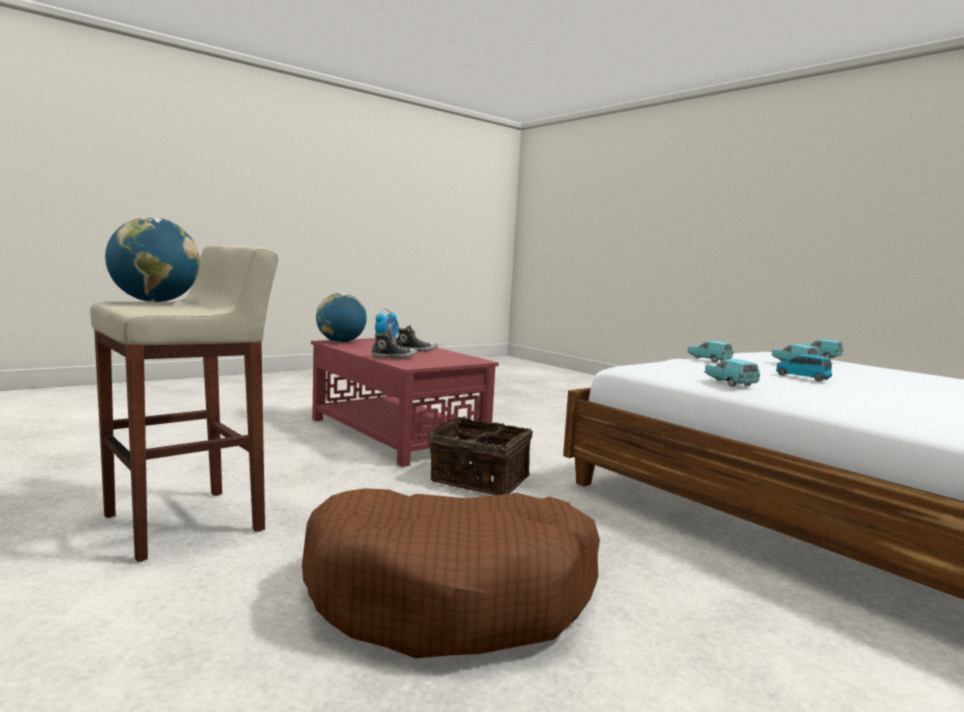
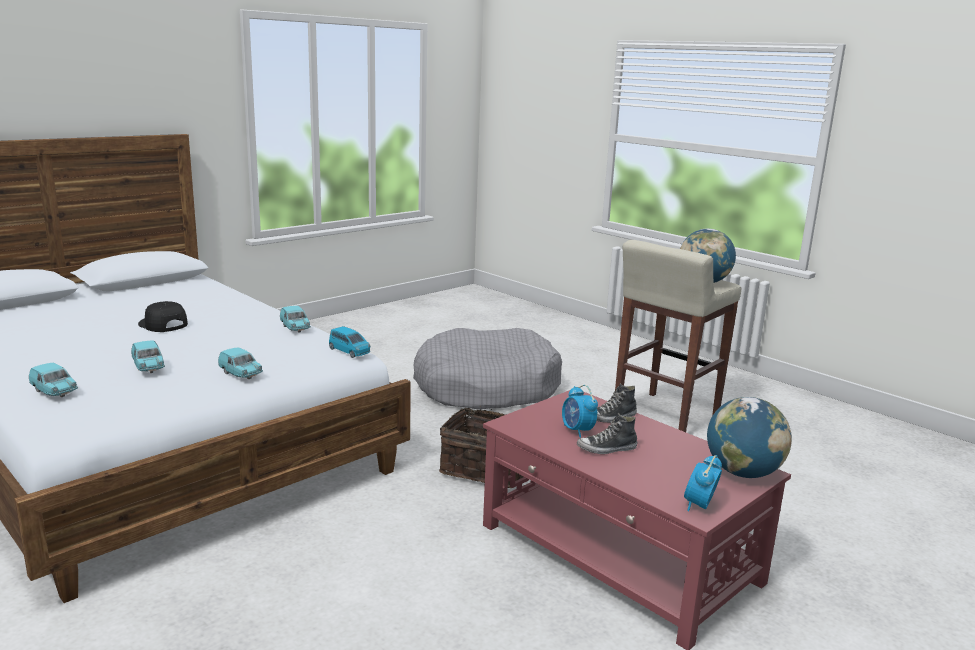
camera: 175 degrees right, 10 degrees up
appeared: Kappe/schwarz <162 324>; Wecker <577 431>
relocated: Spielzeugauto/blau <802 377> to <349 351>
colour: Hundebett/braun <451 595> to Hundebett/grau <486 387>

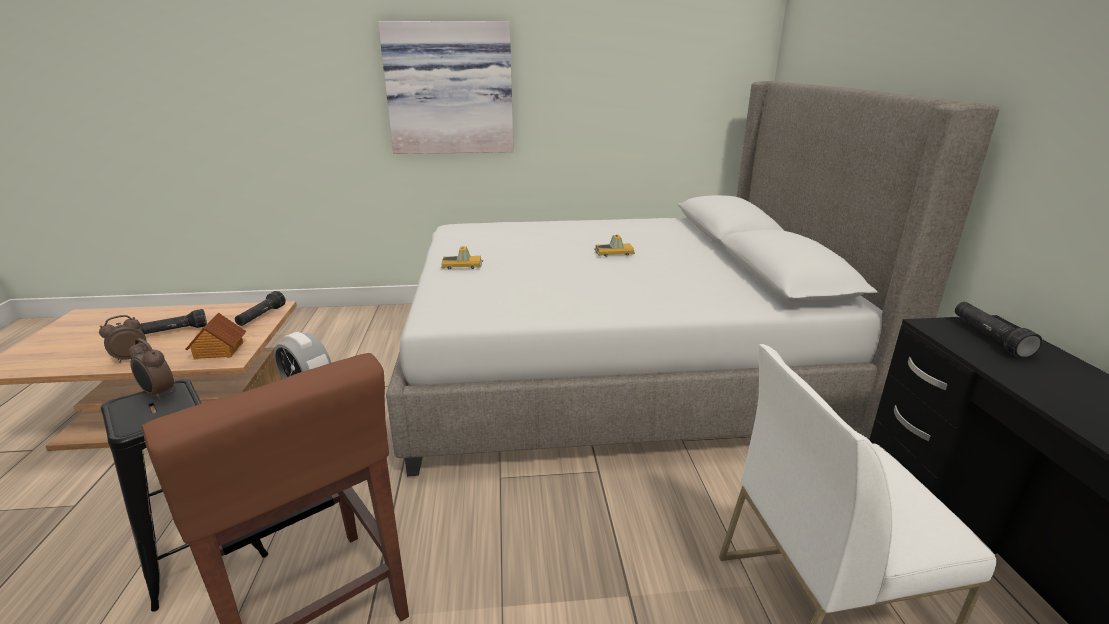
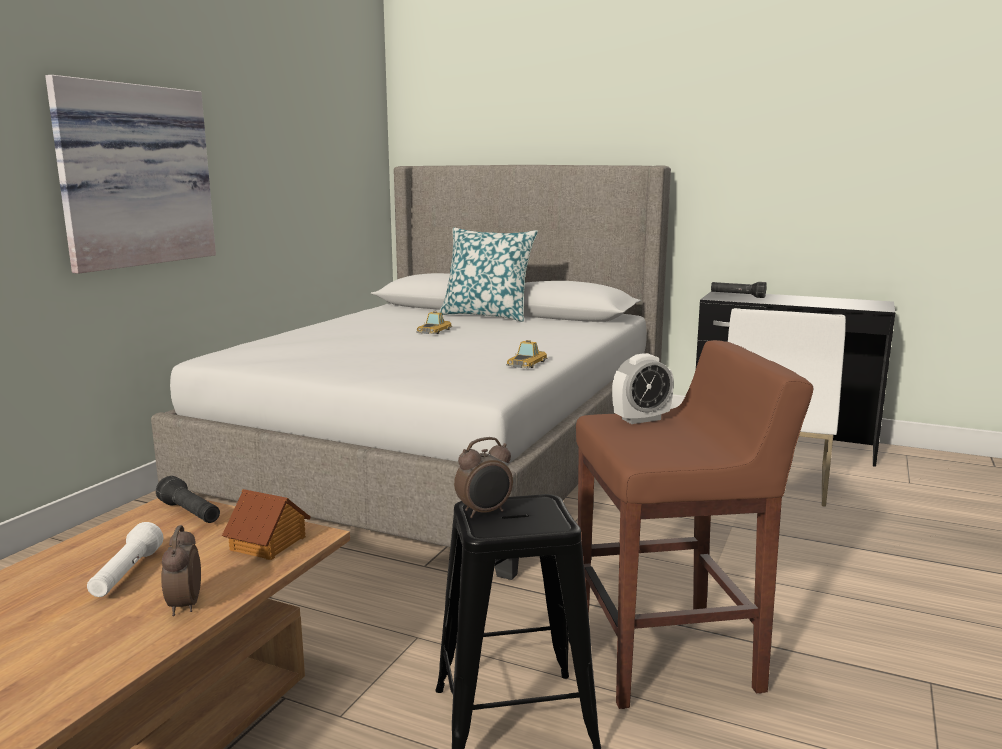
camera: 60 degrees left, 10 degrees down
appeared: Kissen <487 315>
relocated: Spielzeugauto <462 265> to <527 363>
colour: Taschenlampe/schwarz <173 331> to Taschenlampe/weiß <126 575>

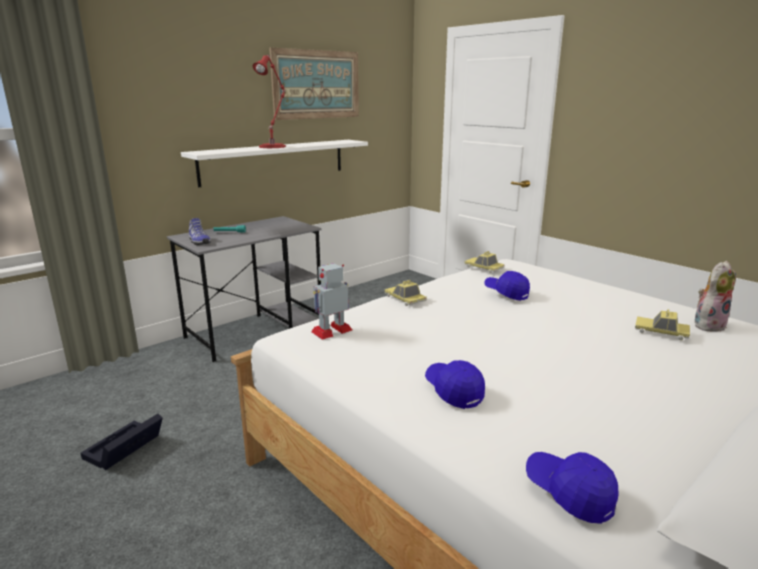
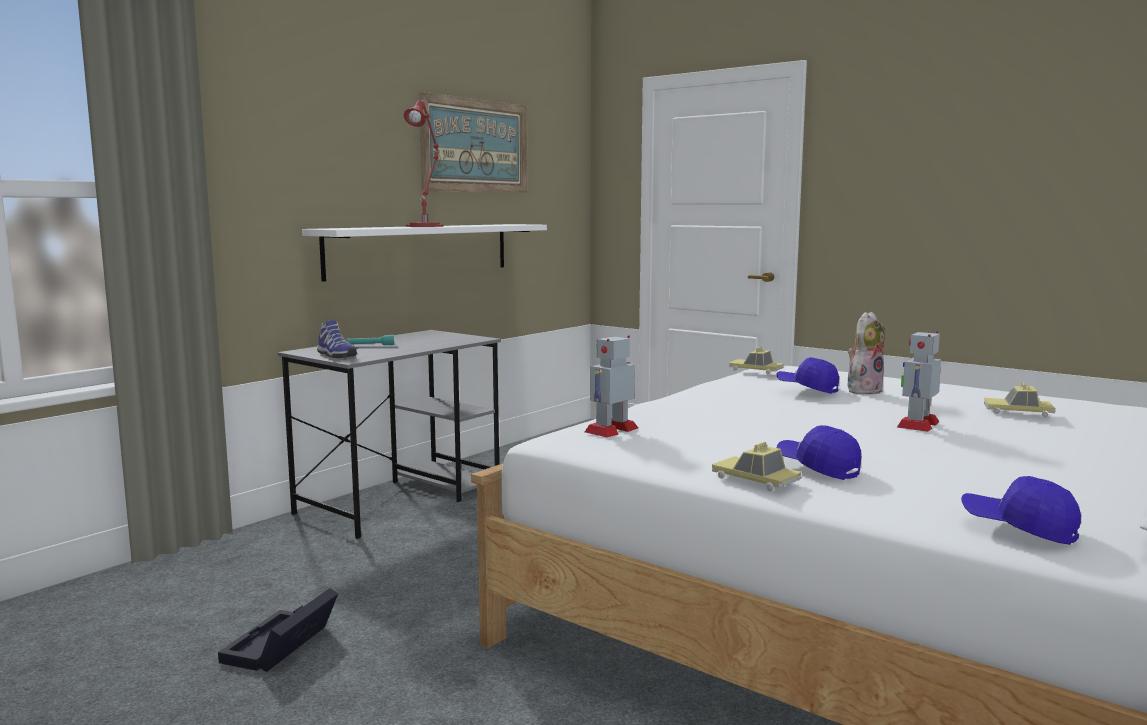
camera: 10 degrees left, 10 degrees down
appeared: Spielzeugroboter <918 424>
relocated: Spielzeugauto <405 299> to <755 480>; Plüschtier <708 325> to <863 390>

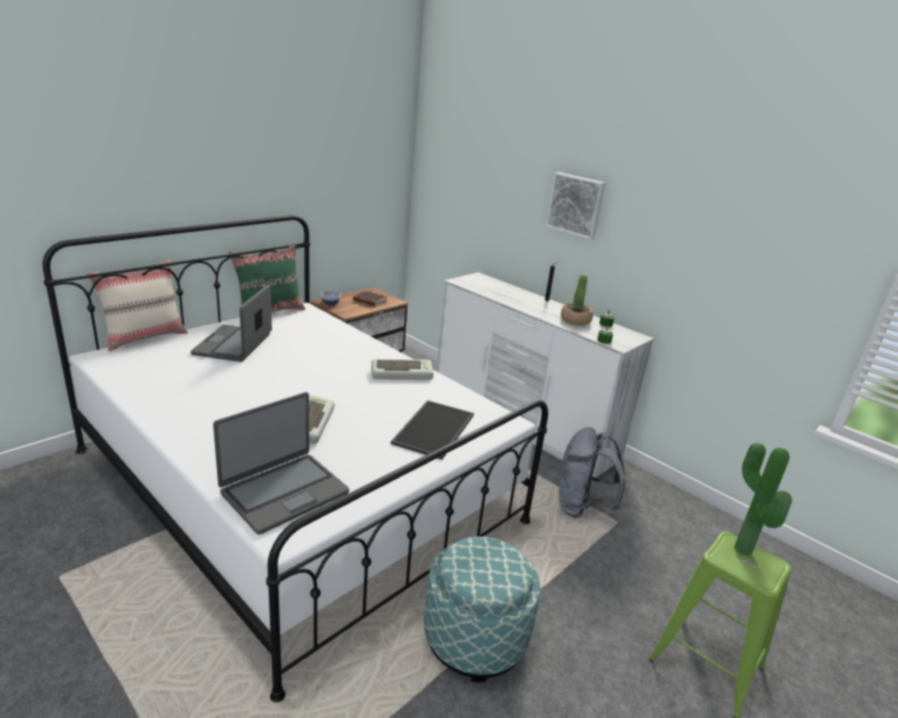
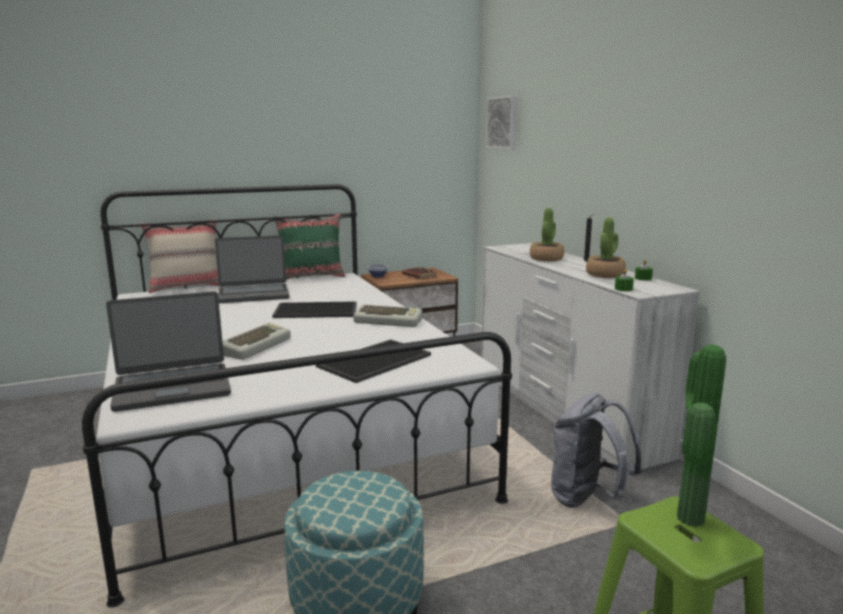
camera: 25 degrees right, 10 degrees down
appeared: Tablett <315 311>; Topfpflanze <546 258>
relocated: Bild <576 205> to <503 123>
spun: Laptop <234 344> = <253 294> 135 degrees counterclockwise

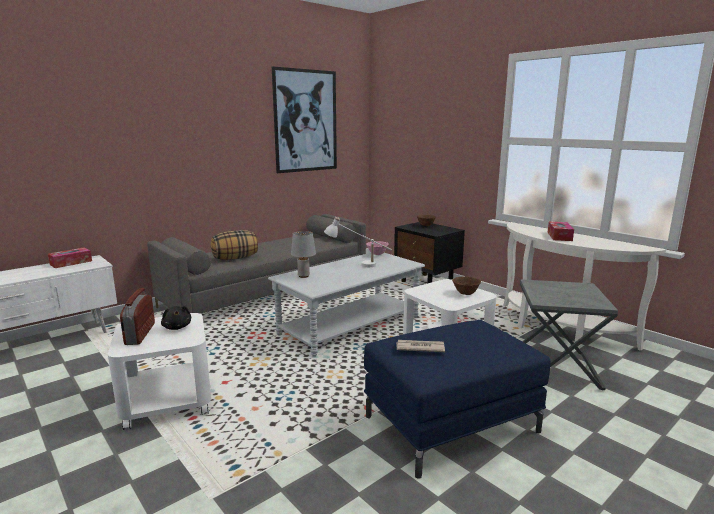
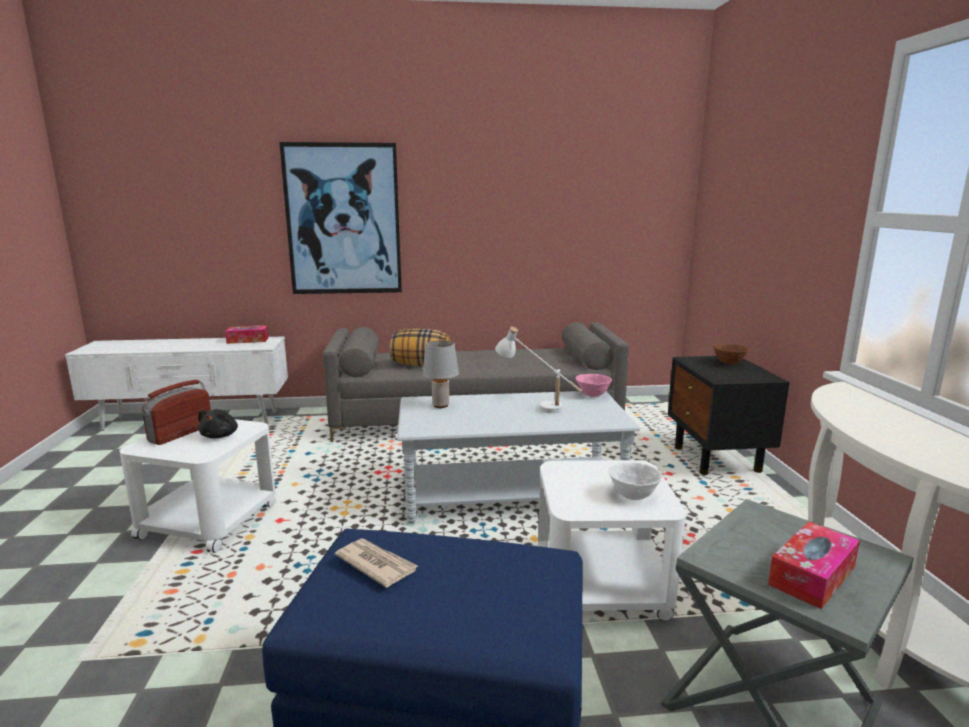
camera: 35 degrees right, 0 degrees up
relocated: Bild <305 121> to <343 220>; Taschentuchbox <559 236> to <812 576>
colour: Schüssel/braun <465 293> to Schüssel/weiß <633 496>

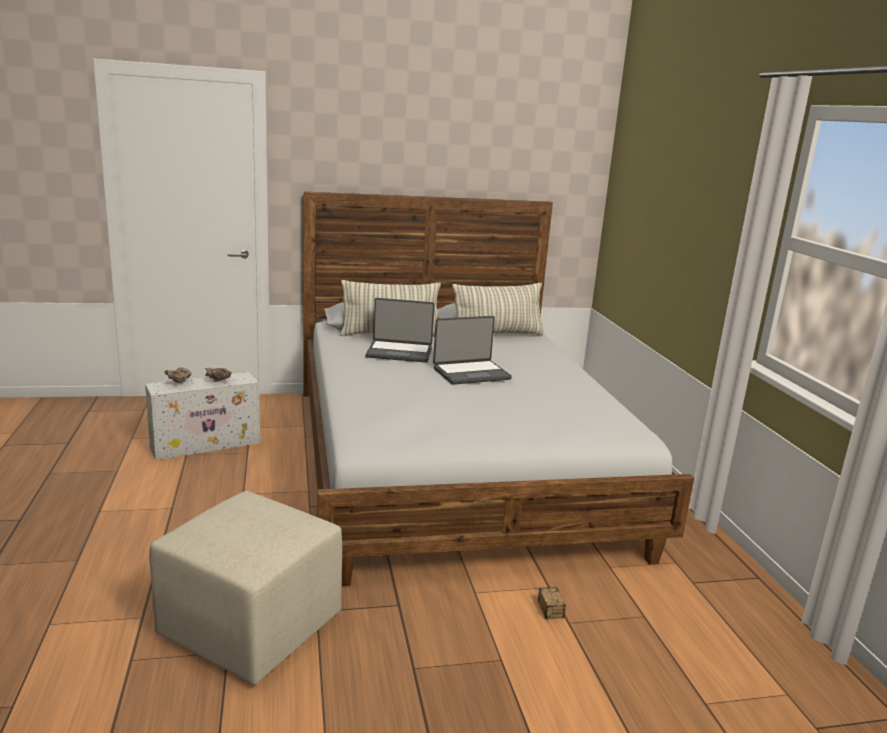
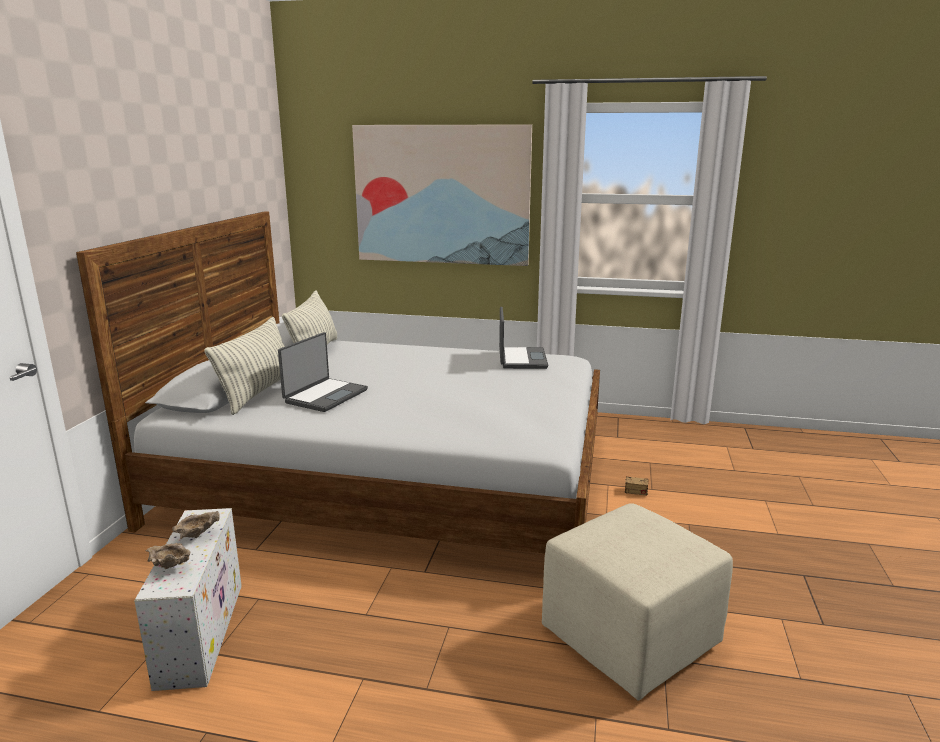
camera: 65 degrees left, 0 degrees up
appeared: Bild <442 195>
relocated: Laptop <471 373> to <521 359>

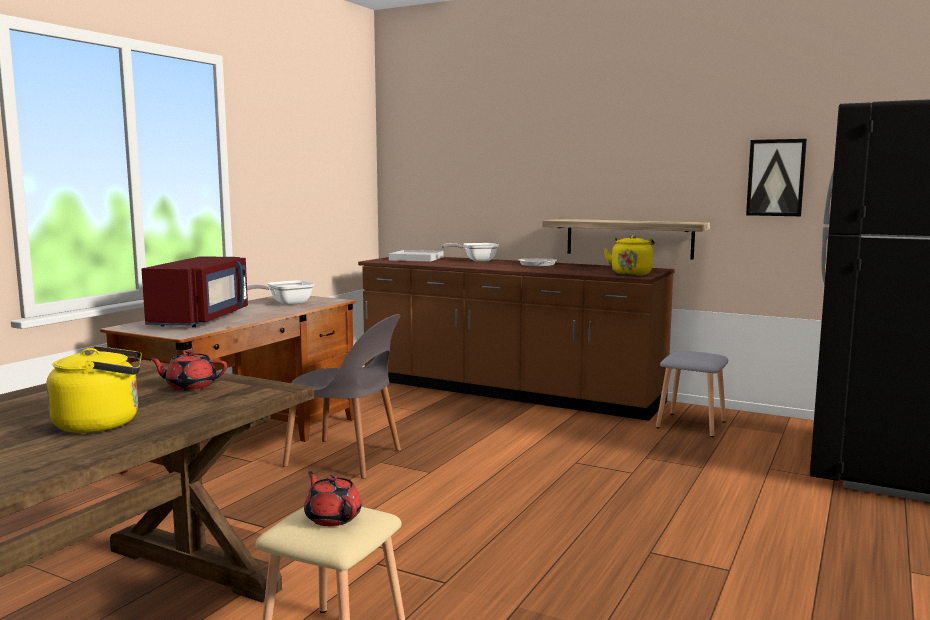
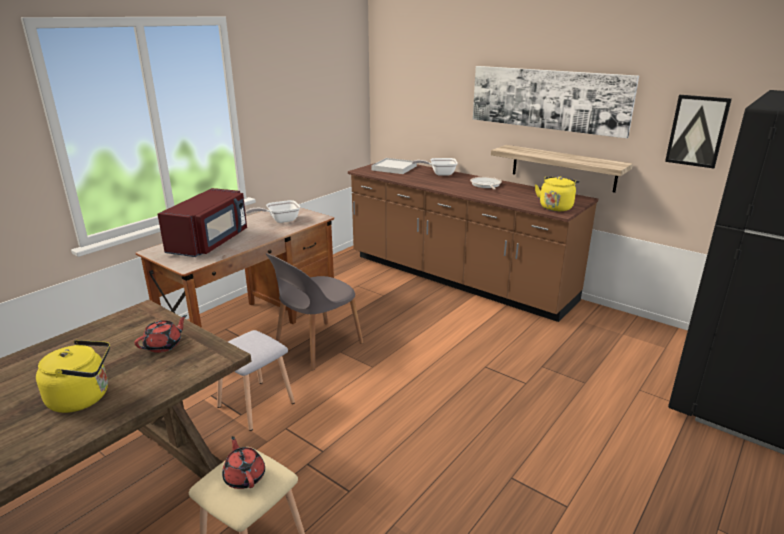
camera: 10 degrees right, 15 degrees up
appeared: Bild <548 99>
relocated: Hocker/grau <692 424> to <257 405>
spun: Teekanne/rot <190 386> = <164 345> 120 degrees clockwise; Stuhl/grau <346 459> = <317 346> 105 degrees clockwise

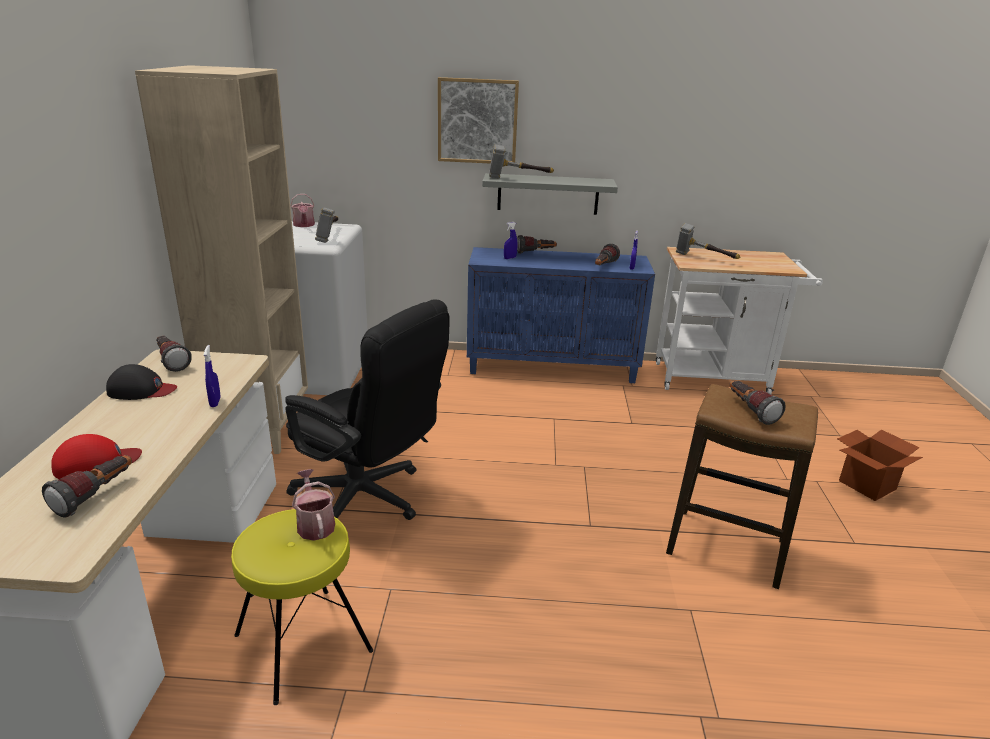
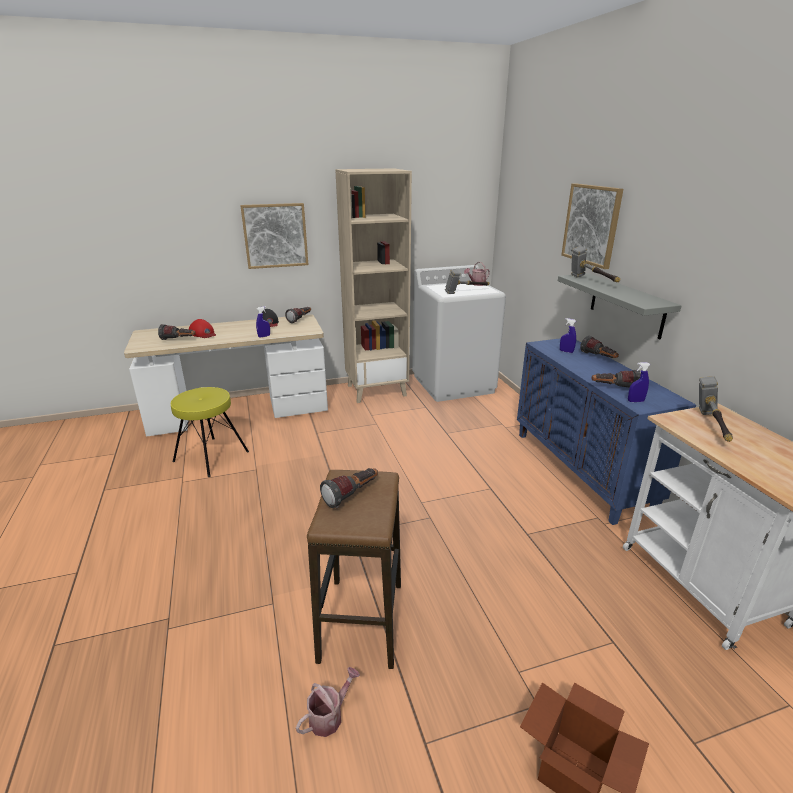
camera: 70 degrees right, 0 degrees up
missing: Bürostuhl/schwarz <368 499>
appeared: Bild <275 235>
relocated: Gießkanne <315 524> to <329 715>

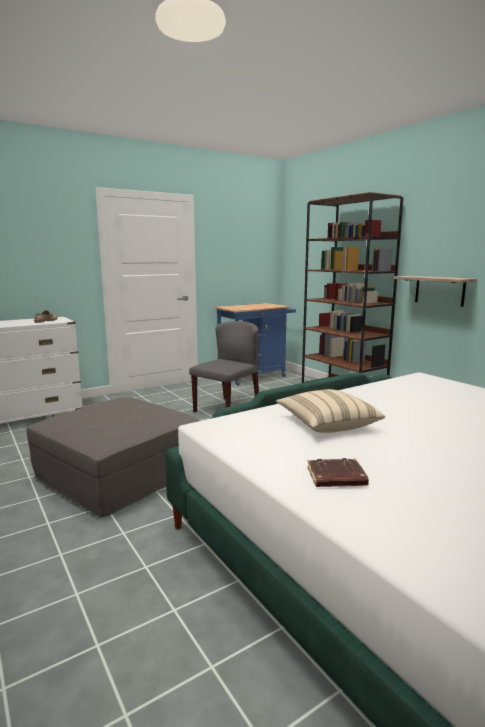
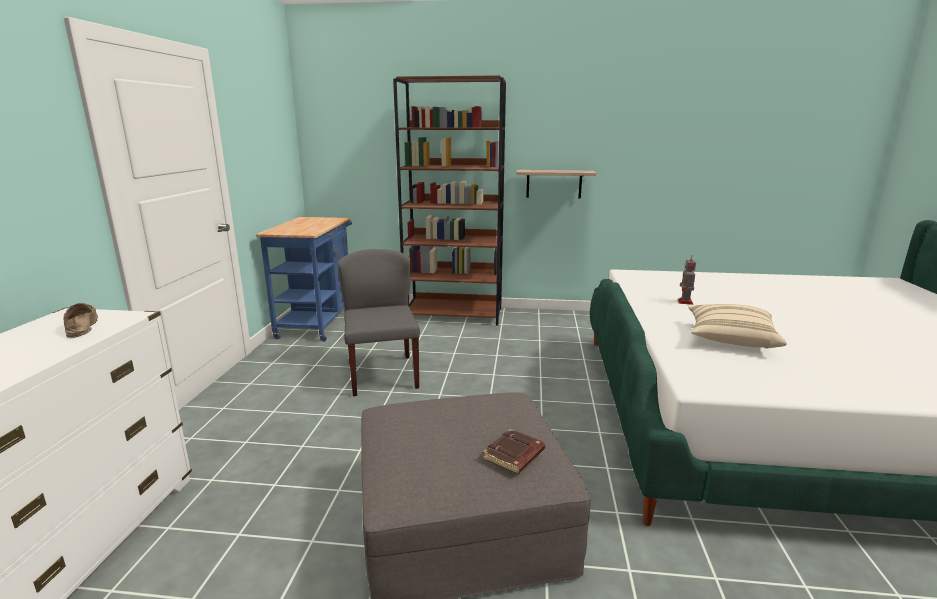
camera: 50 degrees left, 5 degrees up
appeared: Spielzeugroboter <685 302>
relocated: Buch/braun <336 478> to <514 456>

